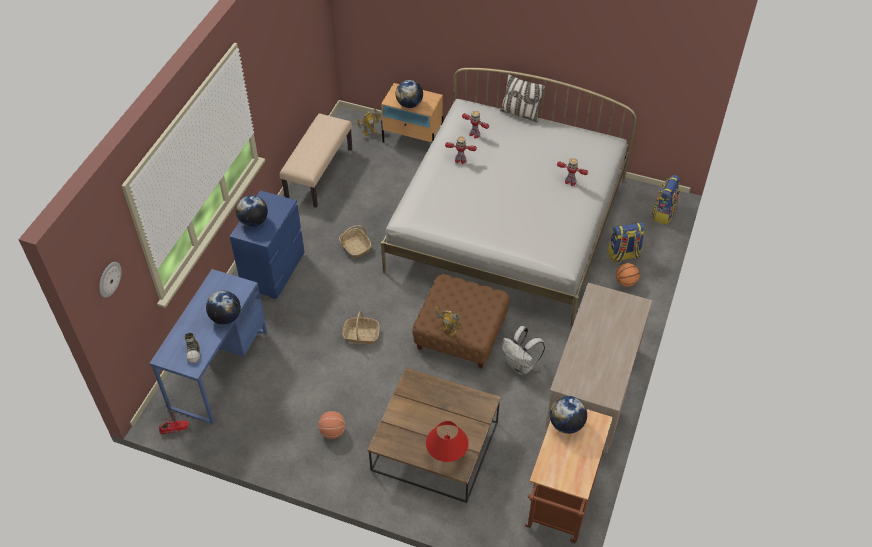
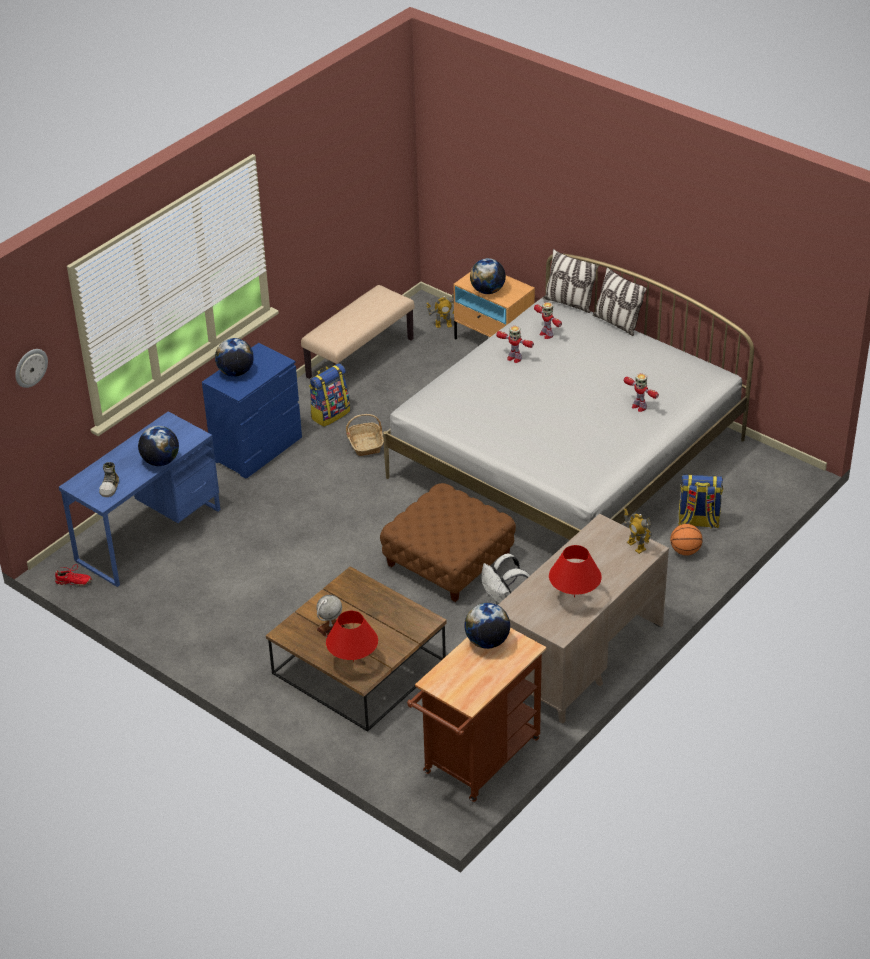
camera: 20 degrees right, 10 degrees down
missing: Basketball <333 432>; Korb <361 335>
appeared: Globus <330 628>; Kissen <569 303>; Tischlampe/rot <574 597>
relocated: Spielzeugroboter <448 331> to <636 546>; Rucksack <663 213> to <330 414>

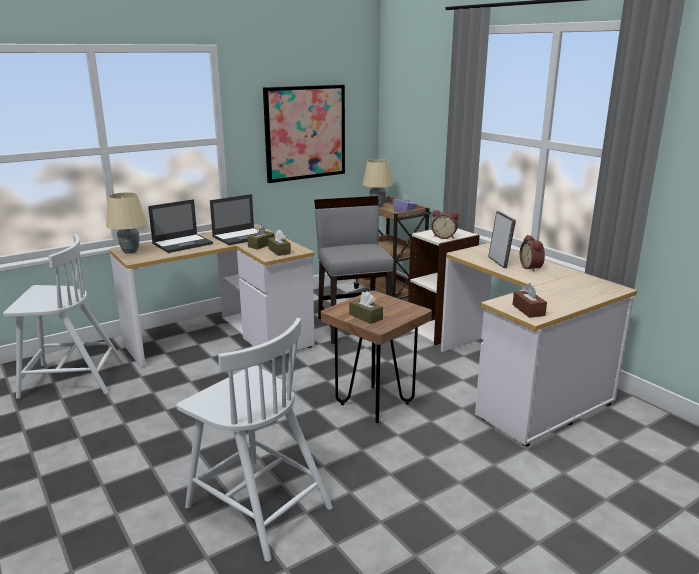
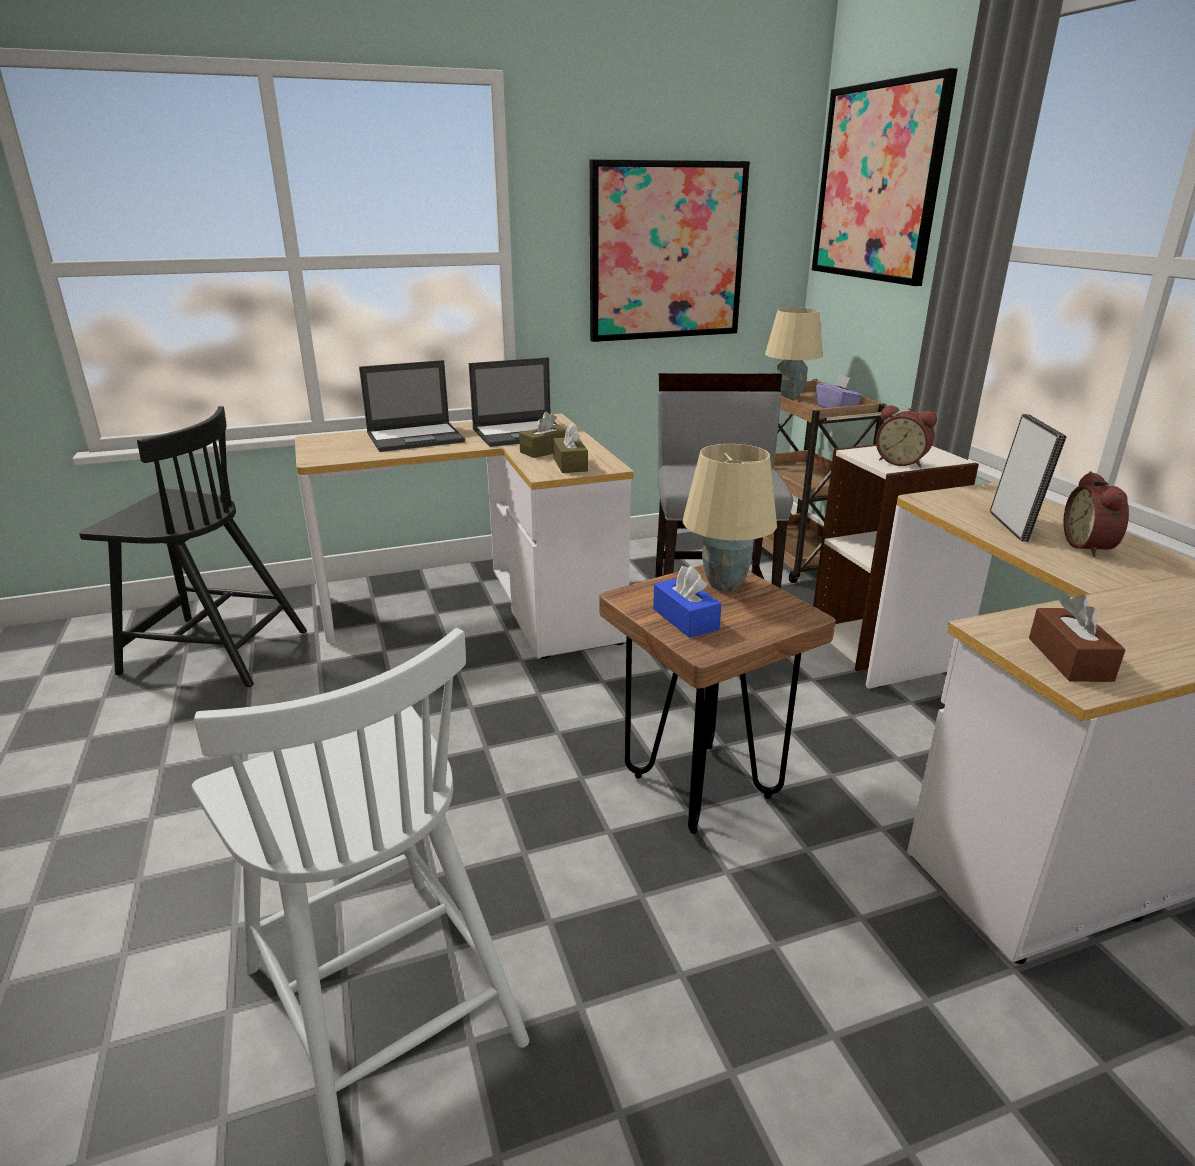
camera: 15 degrees right, 5 degrees up
appeared: Bild <878 183>
relocated: Tischlampe/beige <129 251> to <723 584>
colour: Stuhl/weiß <70 379> to Stuhl/schwarz <212 651>; Taschentuchbox/braun <365 317> to Taschentuchbox/blau <685 619>

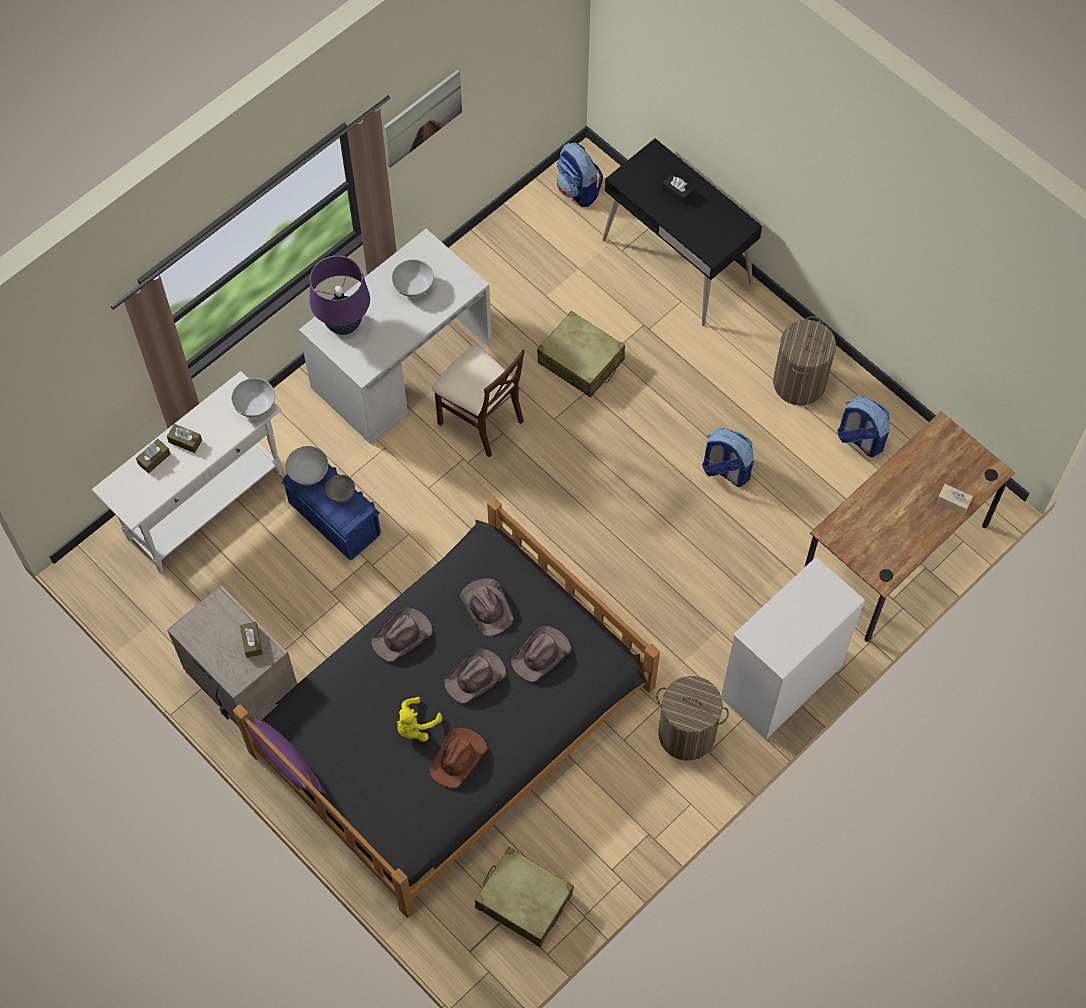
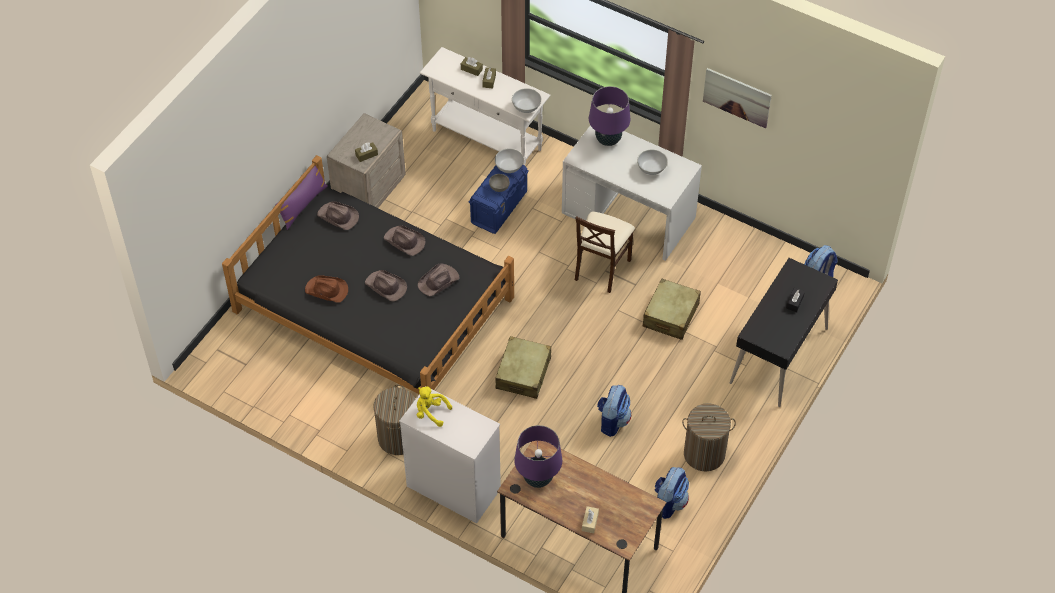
camera: 75 degrees right, 10 degrees down
appeared: Tischlampe/lila <538 479>
relocated: Plüschtier/gelb <415 726> to <431 412>; Koffer/beige <523 900> to <523 373>; Hut/braun <541 655> to <338 217>

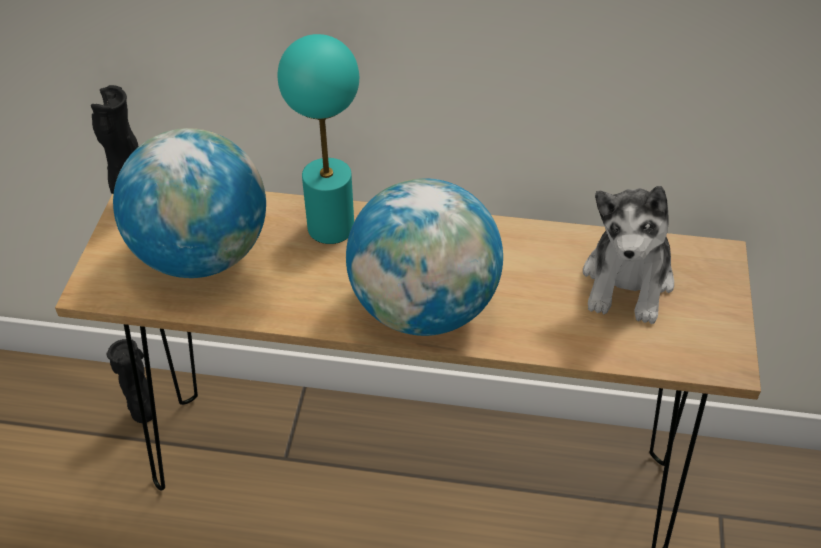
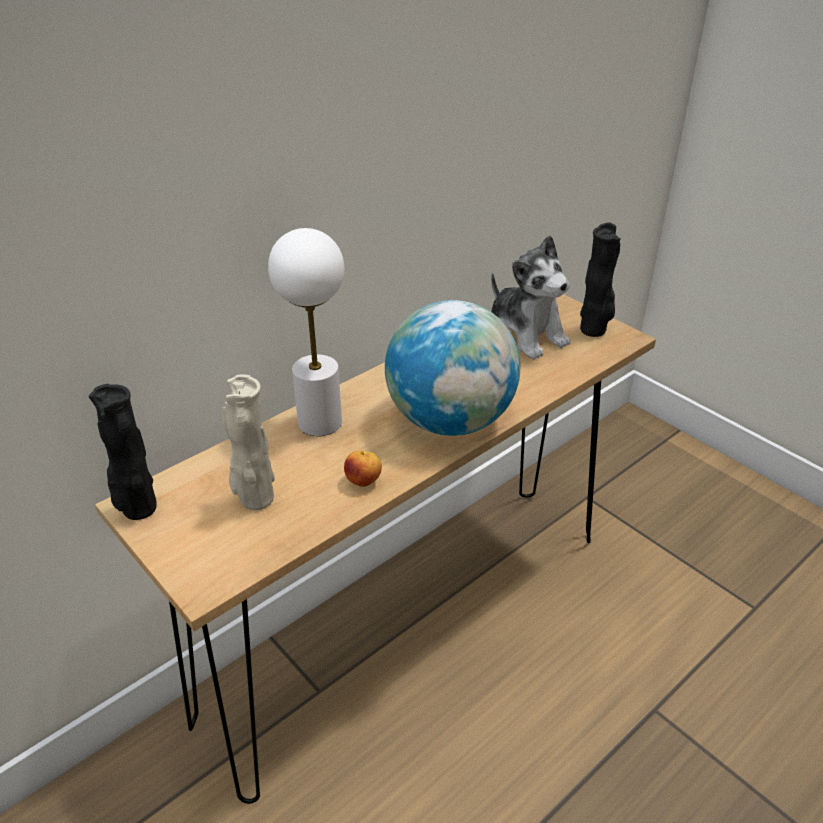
camera: 50 degrees left, 10 degrees down
appeared: Apfel <364 481>
relocated: Vase/schwarz <145 414> to <594 331>
exchanged: Globus <202 254> to Vase/beige <255 500>
colour: Tischlampe/türkis <331 228> to Tischlampe/weiß <320 422>

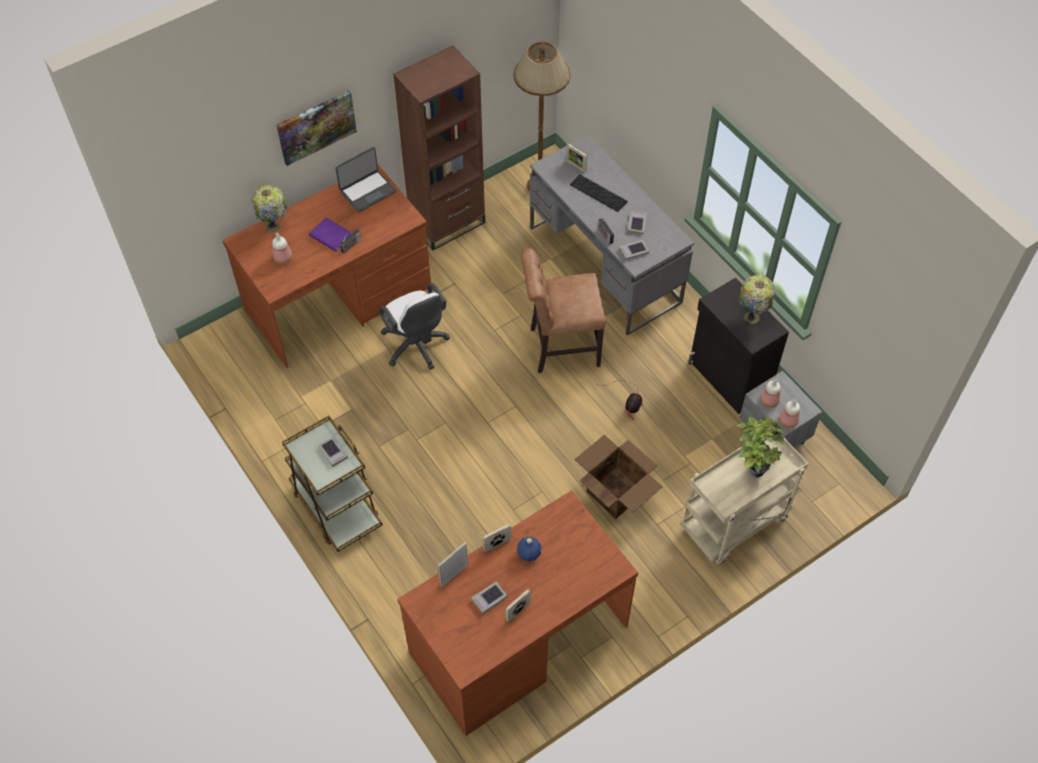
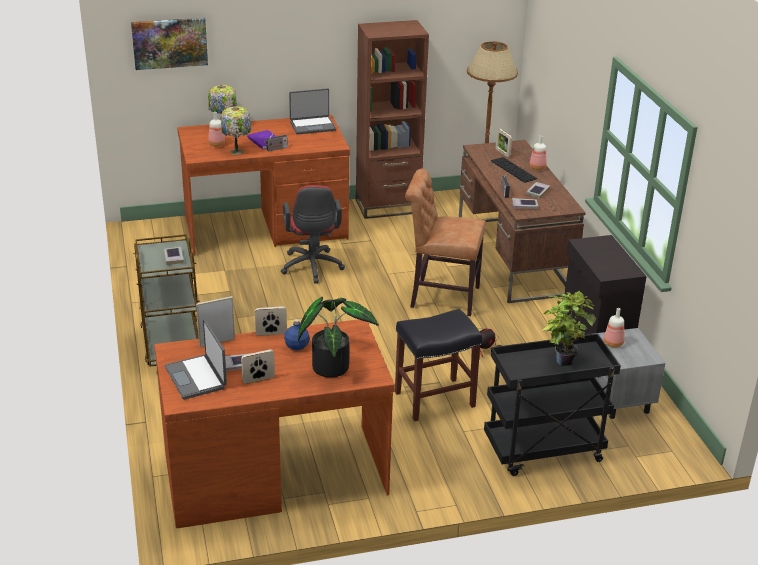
camera: 20 degrees right, 25 degrees down
appeared: Laptop <197 377>; Topfpflanze <333 365>
relocated: Bild <316 126> to <169 43>; Tischlampe <752 316> to <237 151>; Flasche <788 421> to <537 168>
exchanged: Karton <615 492> to Hocker/schwarz <435 399>
colour: Bürostuhl/weiß <416 347> to Bürostuhl/rot <312 268>; Schreibtisch/grau <605 265> to Schreibtisch/braun <513 258>; Rollwagen/beige <734 525> to Rollwagen/schwarz <543 452>

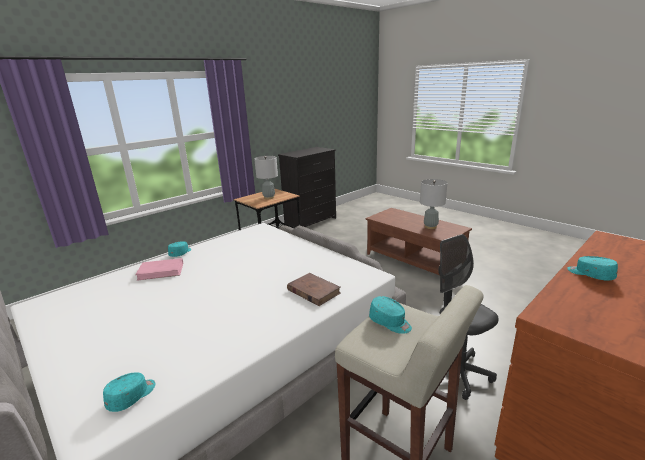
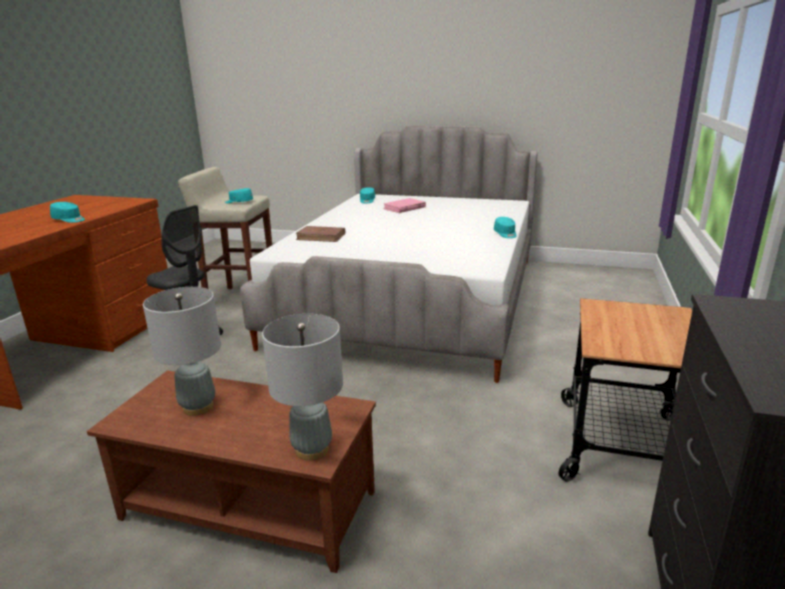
camera: 150 degrees right, 0 degrees up
relocated: Buch/rosa <161 271> to <404 208>; Tischlampe/grau <269 197> to <312 449>

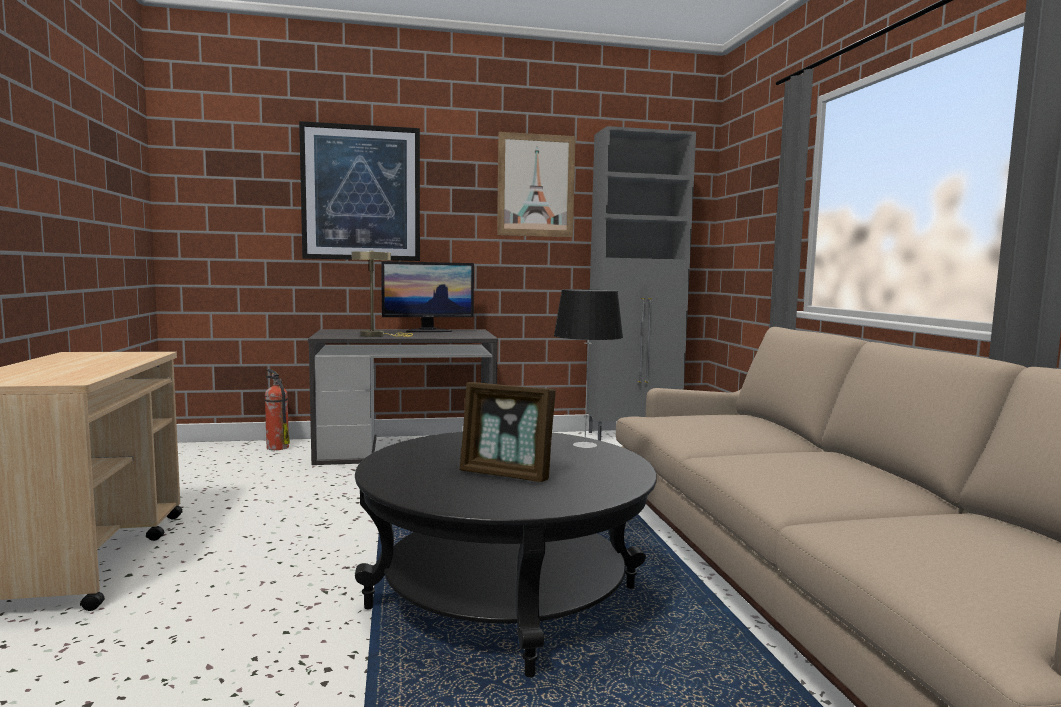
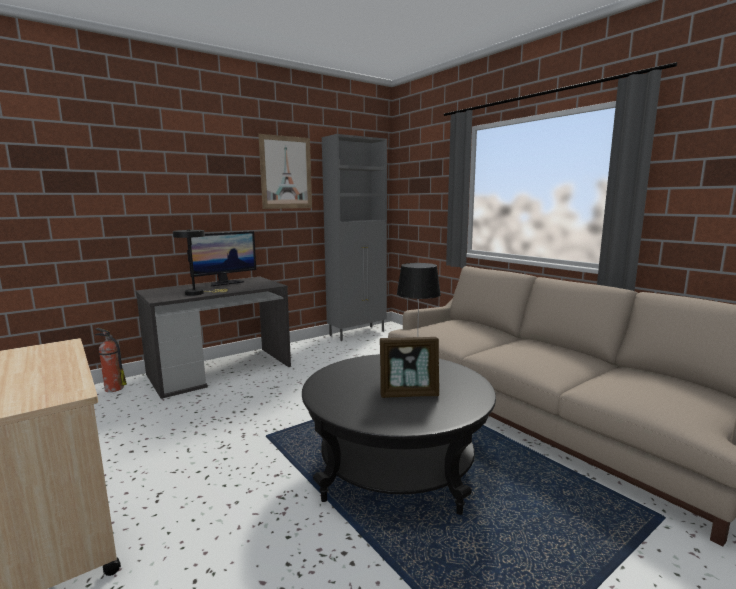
camera: 25 degrees left, 5 degrees up
missing: Bild <361 193>
colour: Tischlampe/beige <377 335> to Tischlampe/schwarz <198 293>

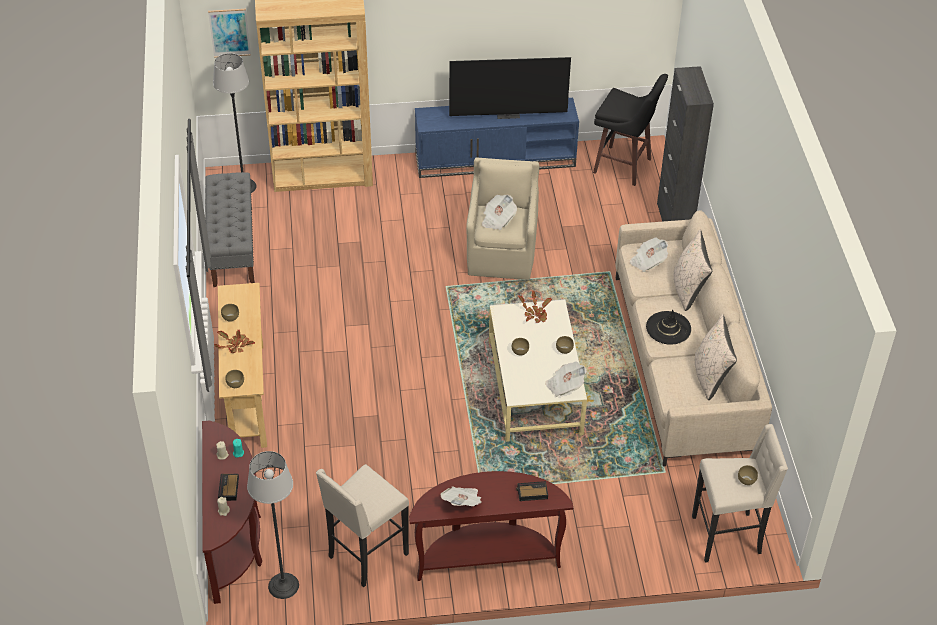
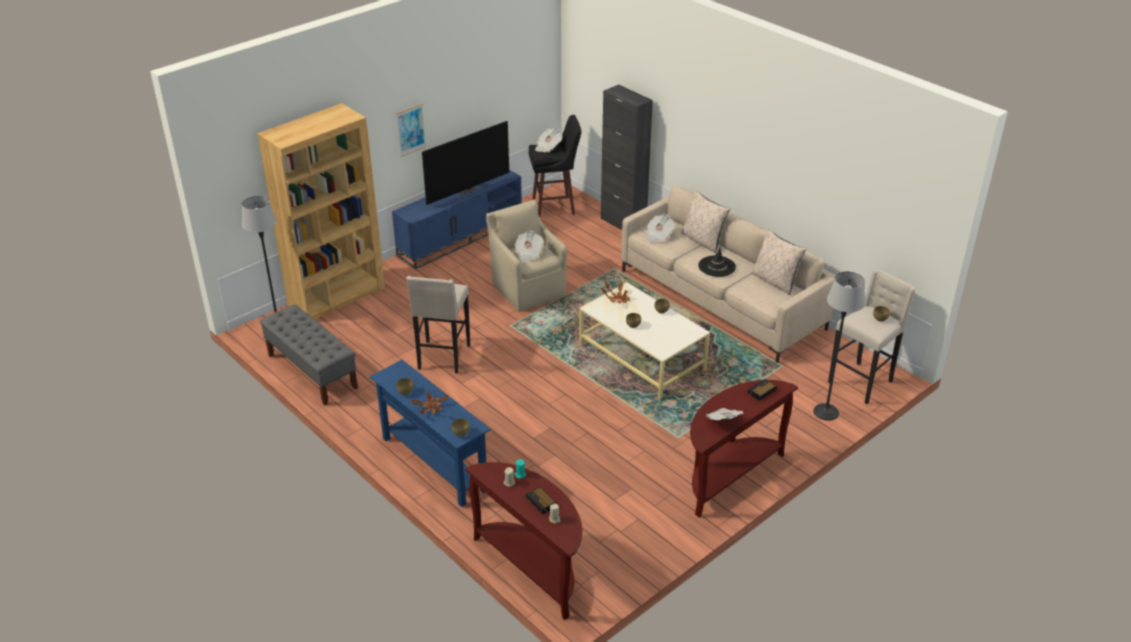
camera: 35 degrees left, 10 degrees down
relocated: Bild <229 32> to <411 129>; Stehlampe <283 585> to <826 412>; Hocker/beige <366 556> to <443 358>; Zeitung <565 386> to <548 147>
colour: Konsolentisch/beige <247 395> to Konsolentisch/blau <433 464>

